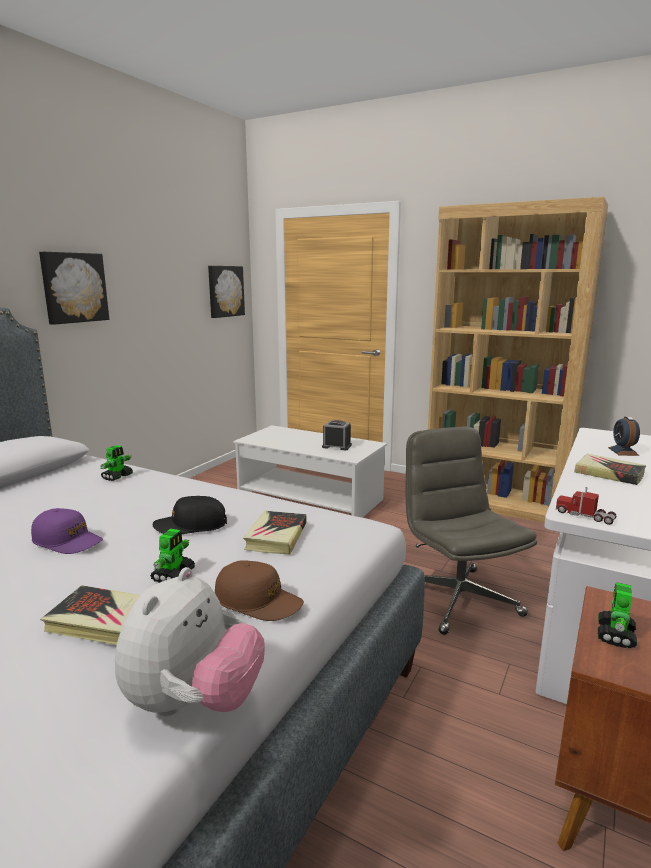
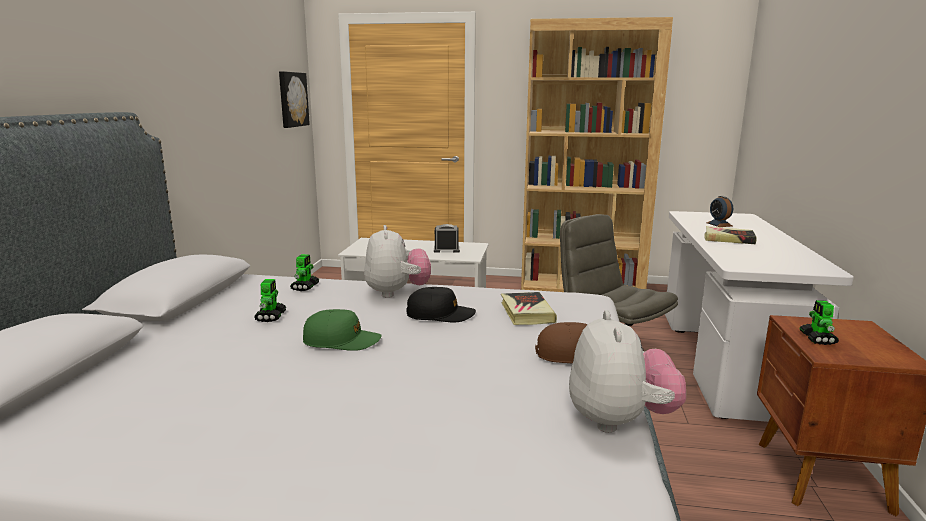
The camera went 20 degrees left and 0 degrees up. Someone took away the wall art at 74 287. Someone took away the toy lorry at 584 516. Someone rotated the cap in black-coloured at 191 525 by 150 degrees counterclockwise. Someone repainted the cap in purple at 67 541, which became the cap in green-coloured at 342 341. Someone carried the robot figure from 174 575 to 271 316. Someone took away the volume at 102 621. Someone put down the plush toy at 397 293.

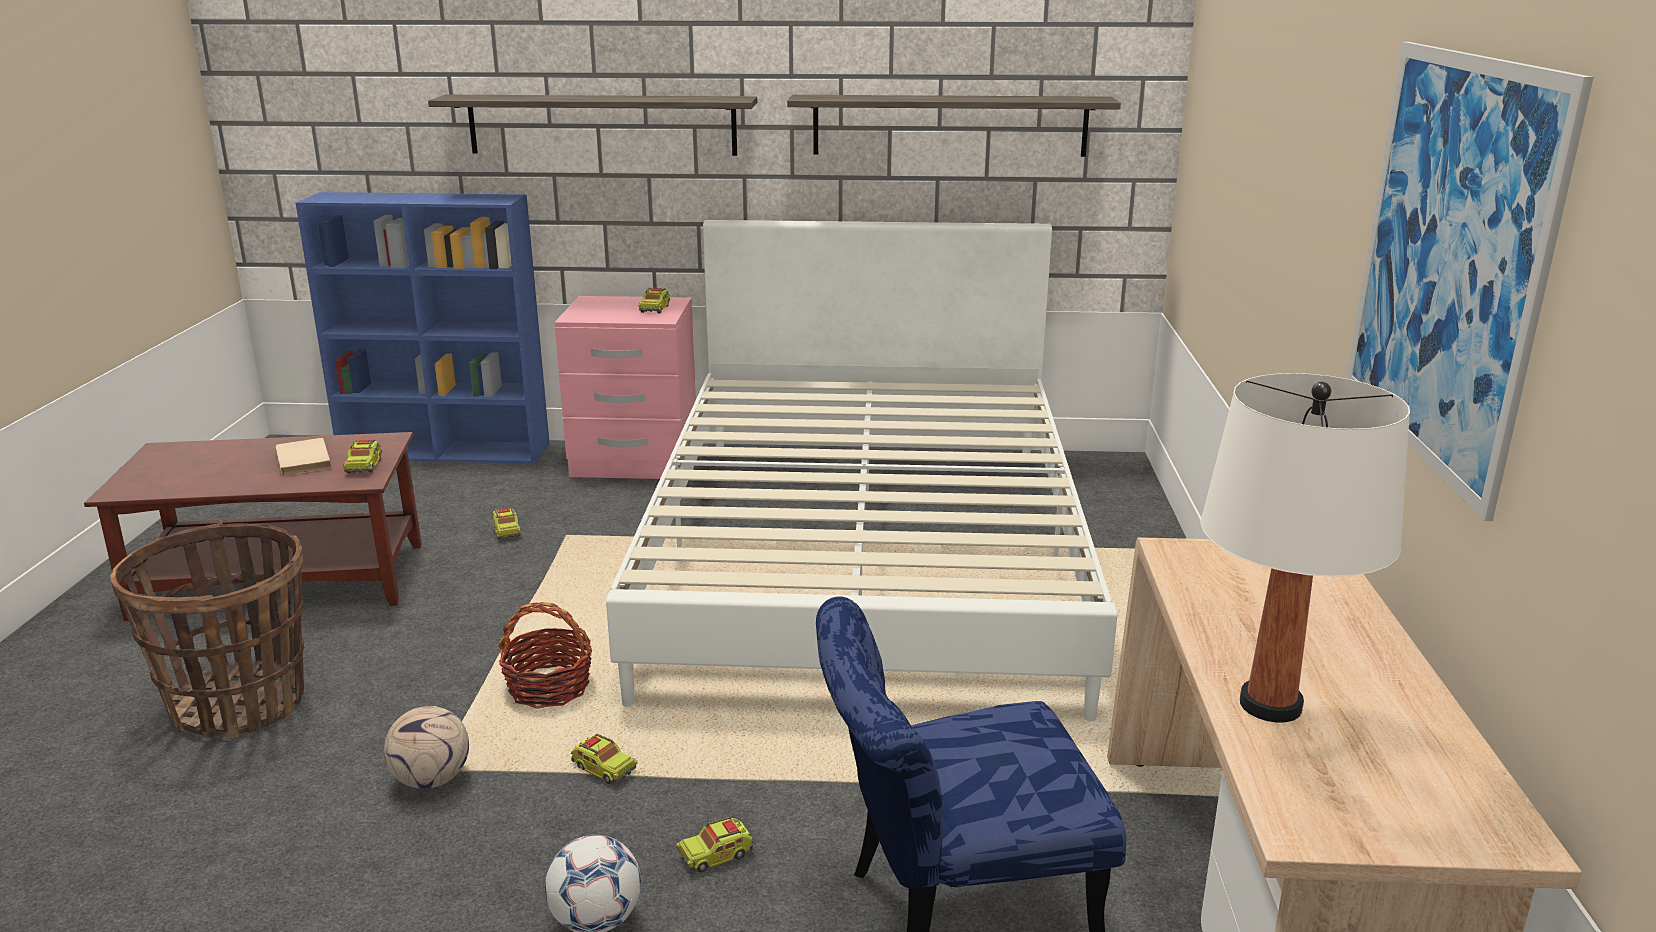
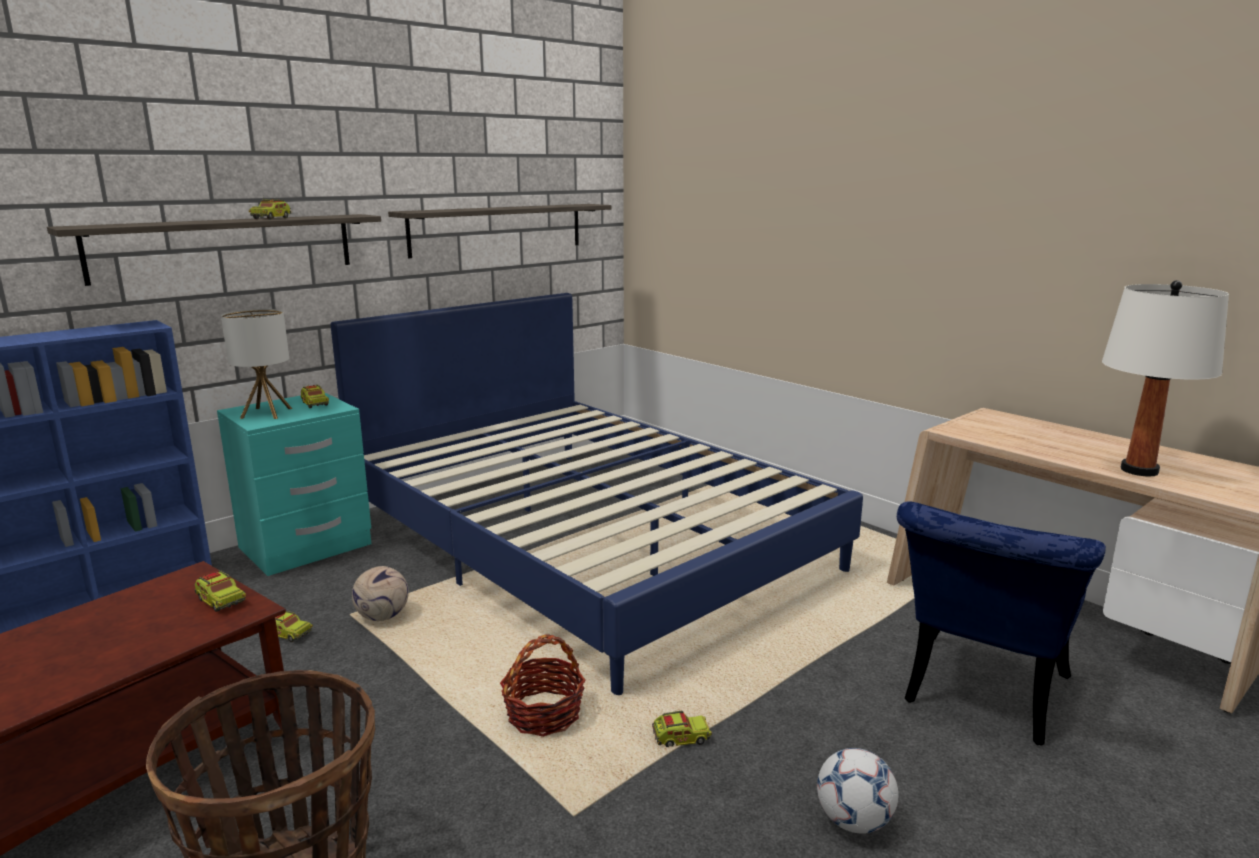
The camera went 45 degrees left and 5 degrees down. Someone took away the wall art at 1447 261. Someone repainted the bed in white-coloured at 868 555, which became the bed in bluish at 585 541. Someone repainted the nightstand in pink-coloured at 634 462, which became the nightstand in turquoise-coloured at 306 547. Someone took away the volume in sand-coloured at 301 460. Someone carried the ball for football from 430 780 to 381 617. Someone carried the toy lorry from 716 855 to 271 218. Someone put down the tabletop lamp at 266 413.

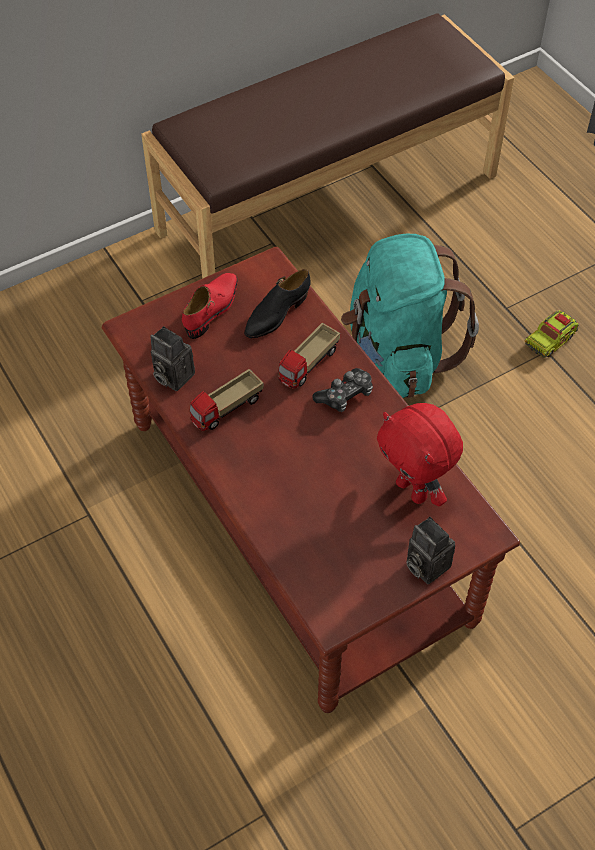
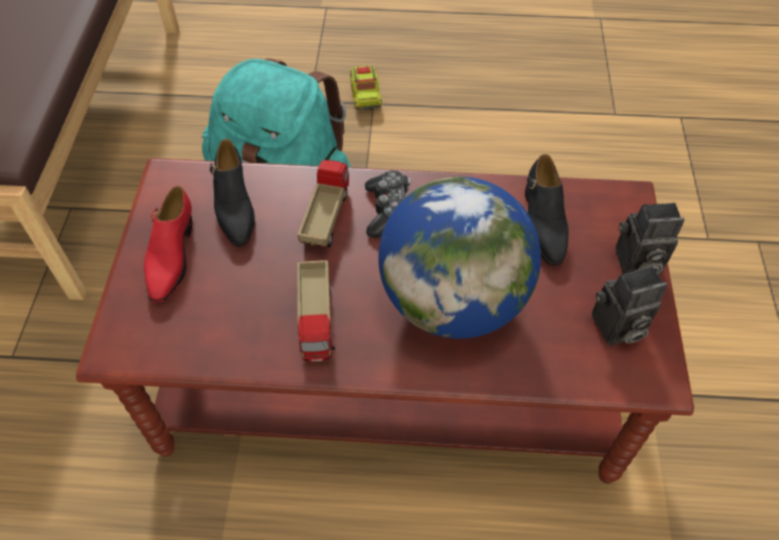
The camera went 55 degrees left and 0 degrees up. Someone rotated the shoe in red-coloured at 212 309 by 150 degrees counterclockwise. Someone rotated the toy lorry at 309 365 by 150 degrees counterclockwise. Someone carried the photo camera from 171 376 to 616 328. Someone swapped the plush toy in red-coloured at 413 490 for the shoe in black-coloured at 543 223. Someone put down the world globe at 453 301.

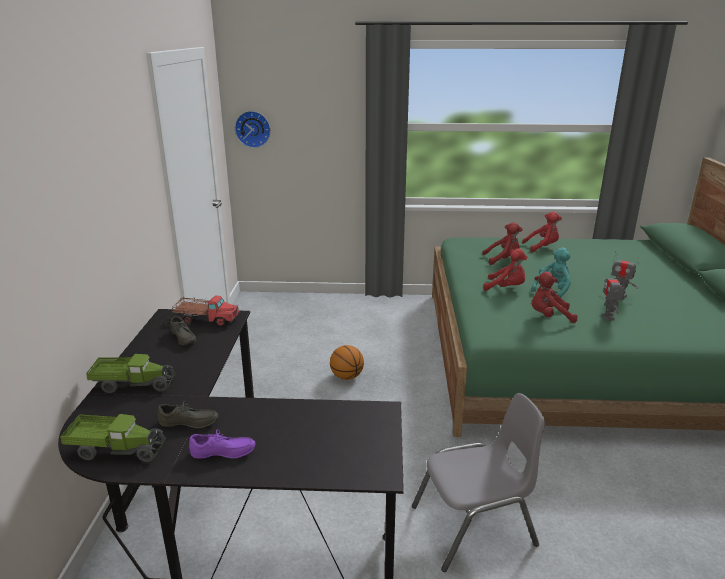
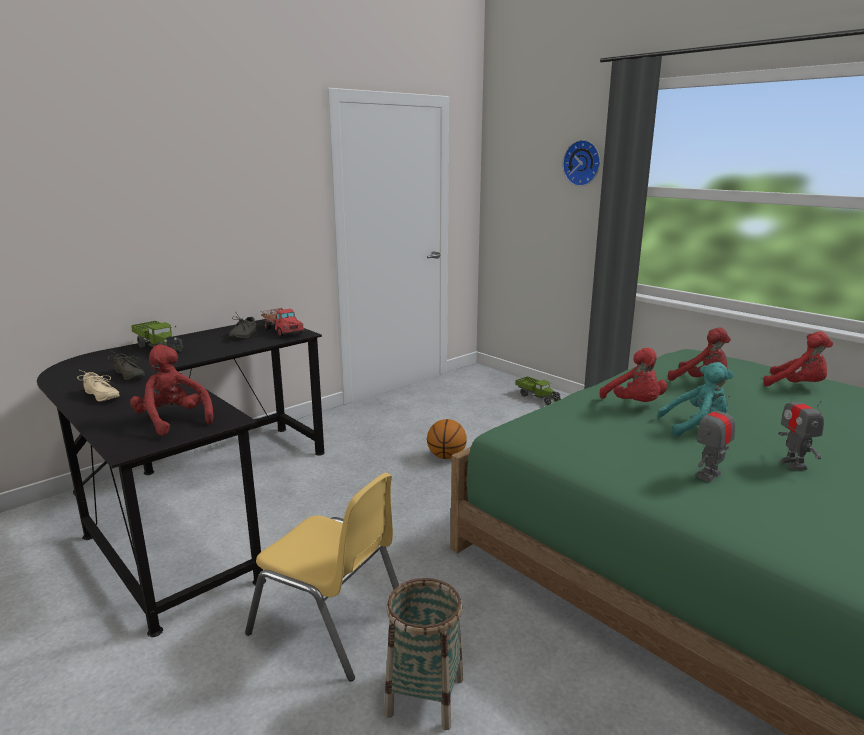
The camera went 45 degrees right and 5 degrees down. Someone carried the wall clock from 253 129 to 583 163. Someone carried the plush toy in red-coloured from 549 317 to 173 421. Someone repainted the chair in grey at 474 527, which became the chair in yellow-coloured at 330 625. Someone carried the toy lorry from 117 449 to 537 397. Someone repainted the shoe in purple at 223 454, which became the shoe in sand-coloured at 100 396. Someone put down the basket at 424 696.

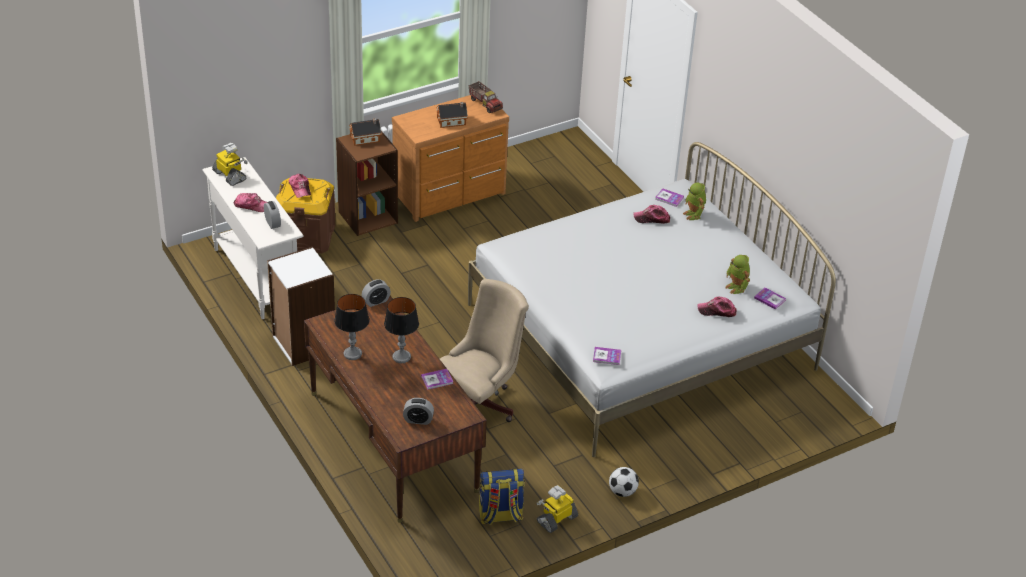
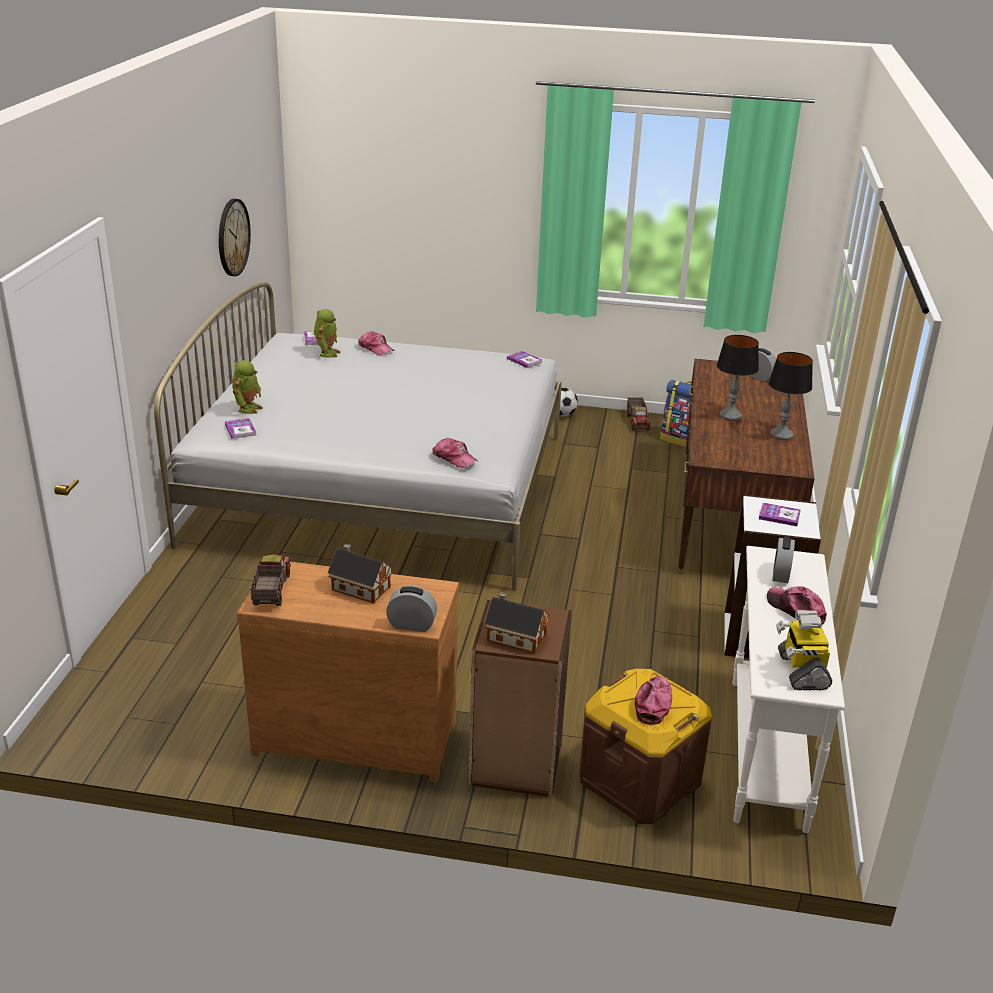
The camera went 140 degrees left and 10 degrees down. Someone carried the cap from 652 218 to 454 458. Someone carried the bedside clock from 376 301 to 411 625. Someone took away the desk chair in sand-coloured at 479 403. Someone carried the volume from 437 380 to 779 515. Someone swapped the robot figure at 556 519 for the toy lorry at 637 422. Someone put up the wall clock at 233 237.

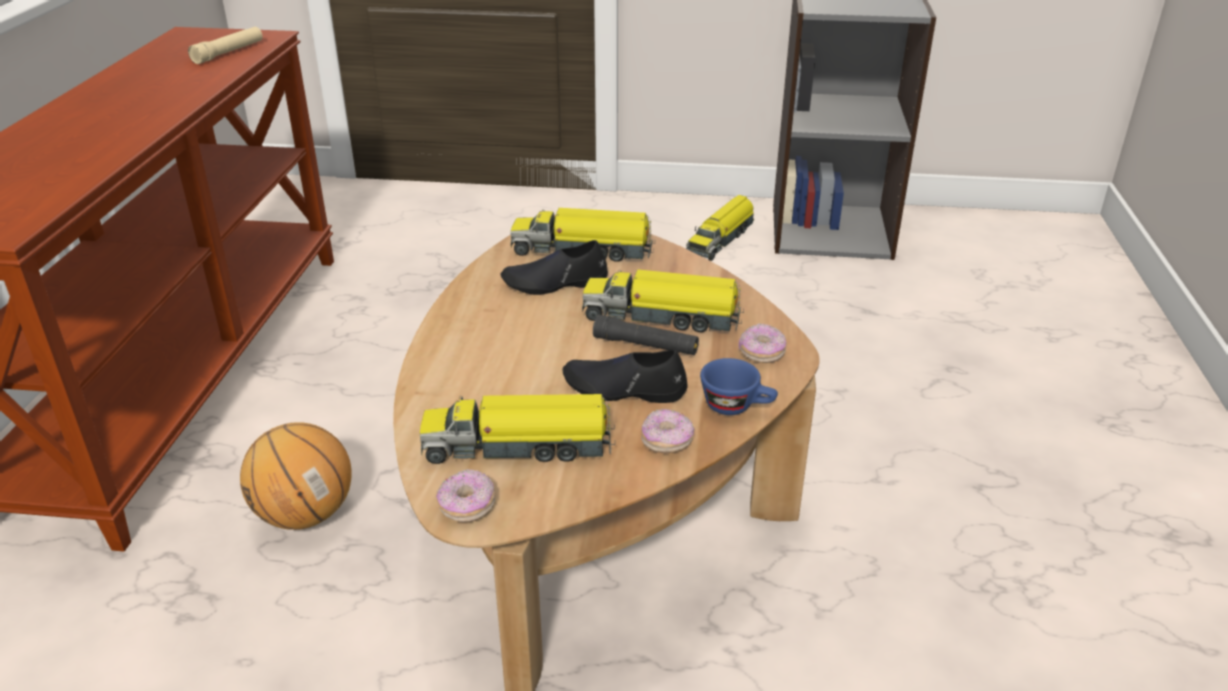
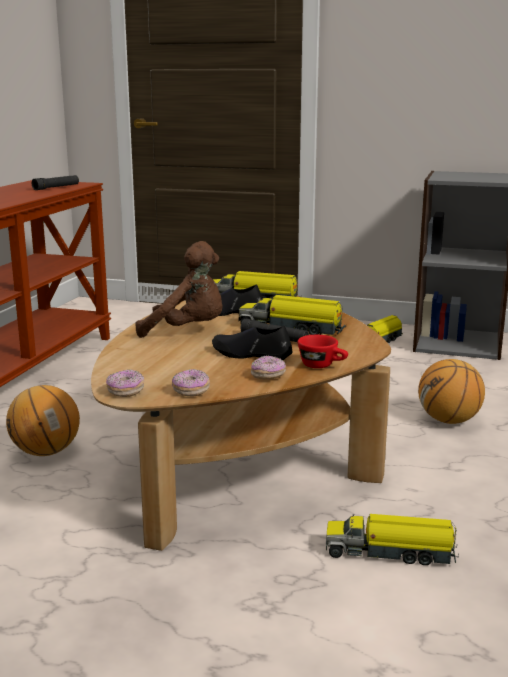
The camera went 10 degrees right and 15 degrees down. Someone repainted the flashlight in sand-coloured at 229 53, which became the flashlight in black-coloured at 56 187. Someone carried the donut from 761 353 to 191 391. Someone repainted the cup in bluish at 737 406, which became the cup in red-coloured at 322 365. Someone carried the toy lorry from 519 446 to 390 553. Someone put down the plush toy in brown at 188 331. Someone put down the basketball at 449 421.

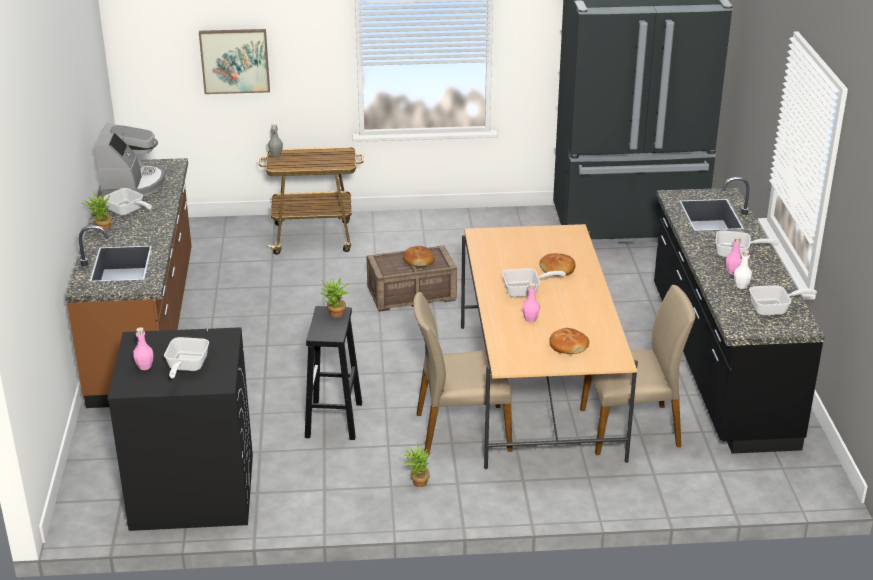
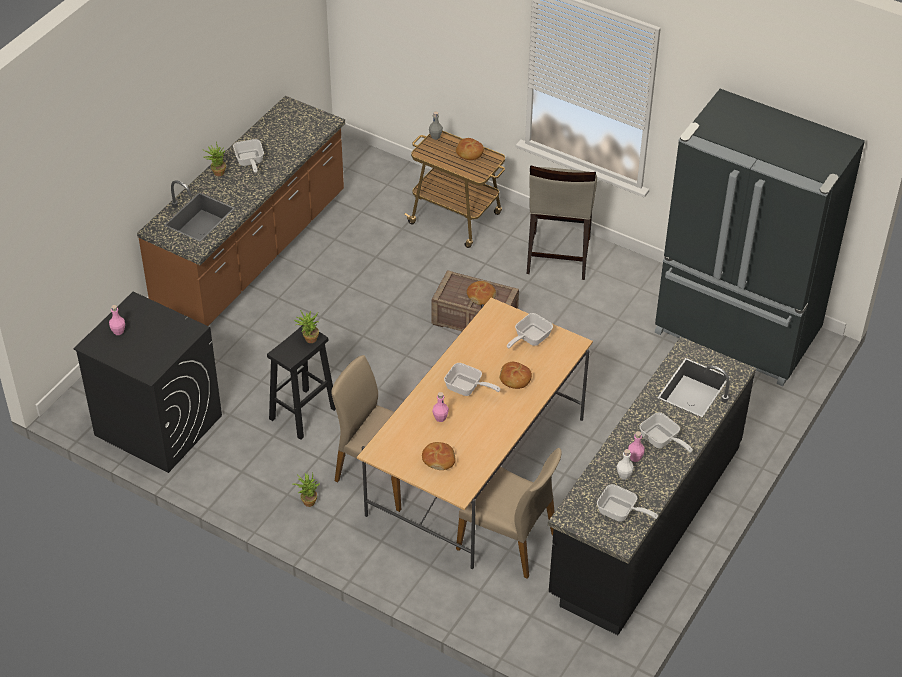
The camera went 35 degrees right and 15 degrees up. Someone took away the wall art at 235 61. Someone took away the coffee brewer at 132 184. Someone carried the pan from 186 367 to 529 339. Someone put down the bread at 469 153. Someone put down the stool seat in sand-coloured at 557 256.

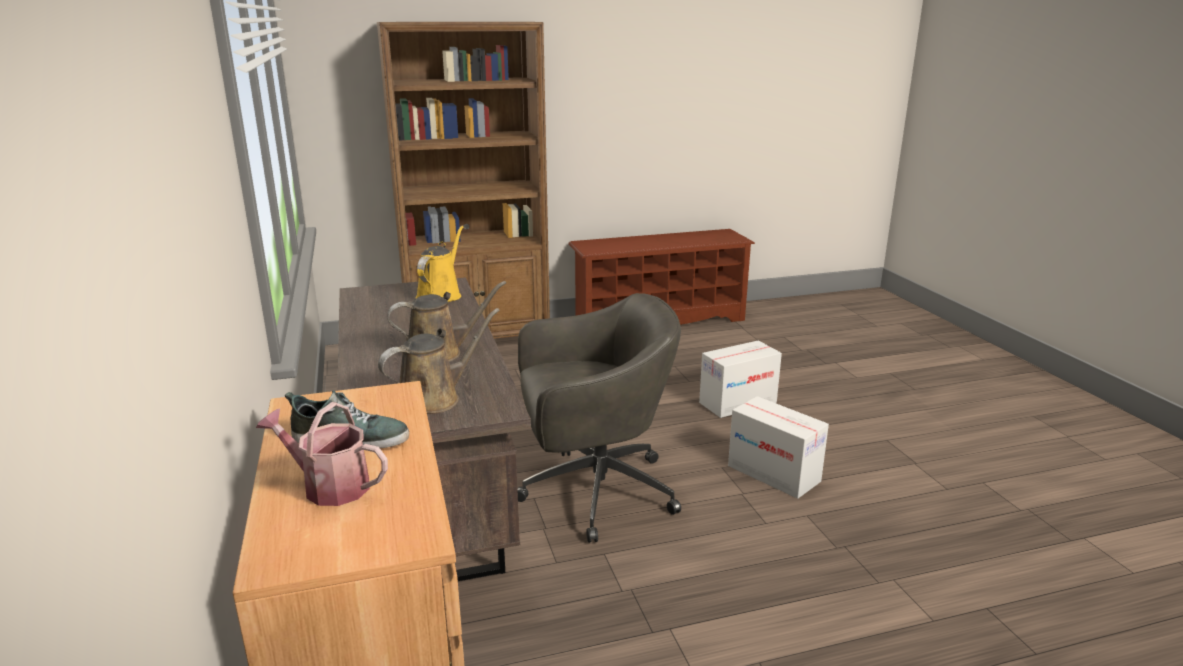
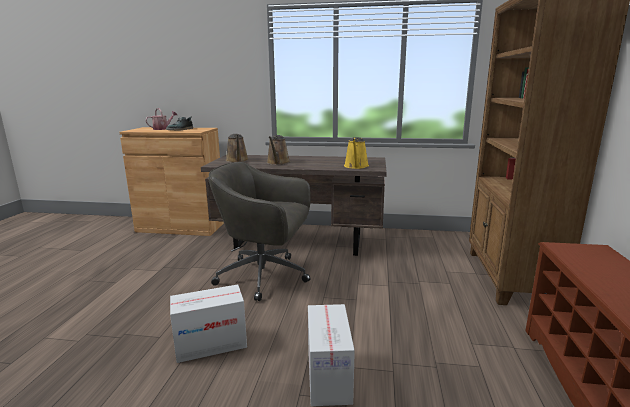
The camera went 115 degrees right and 5 degrees down. Someone rotated the watering pot in yellow-coloured at 441 295 by 60 degrees clockwise. Someone rotated the desk chair in grey at 593 492 by 90 degrees clockwise.

